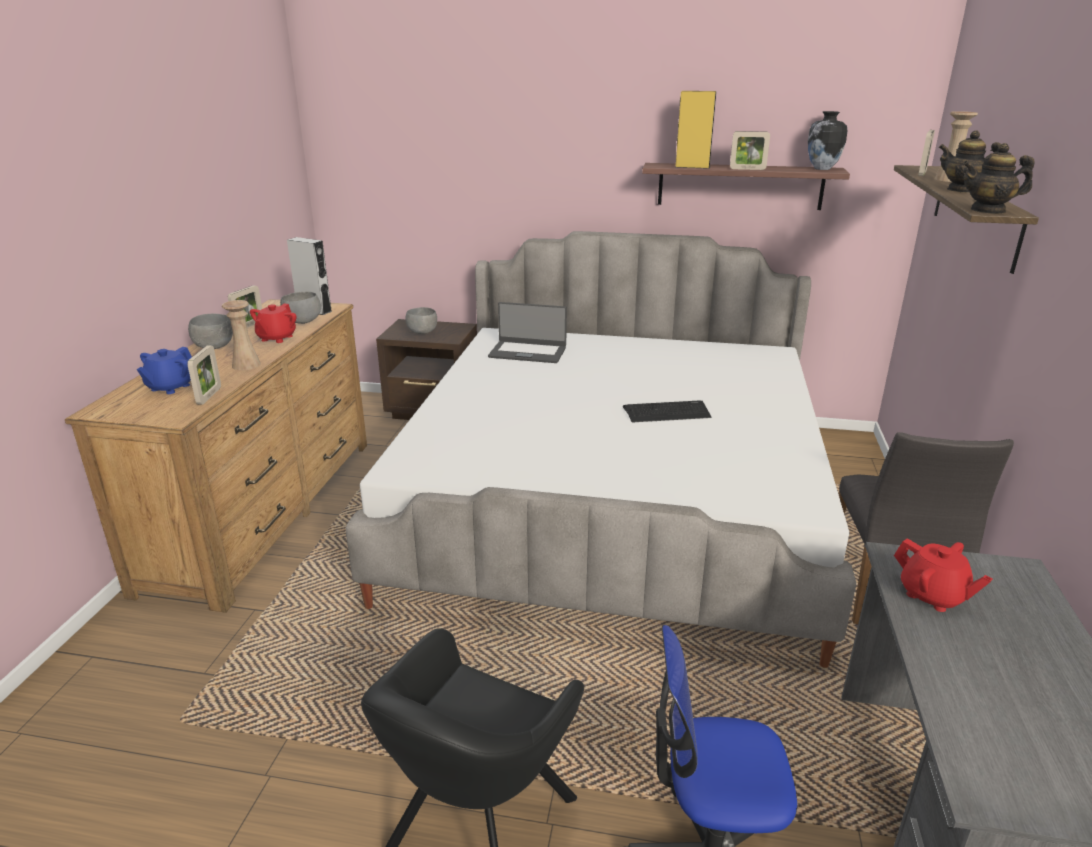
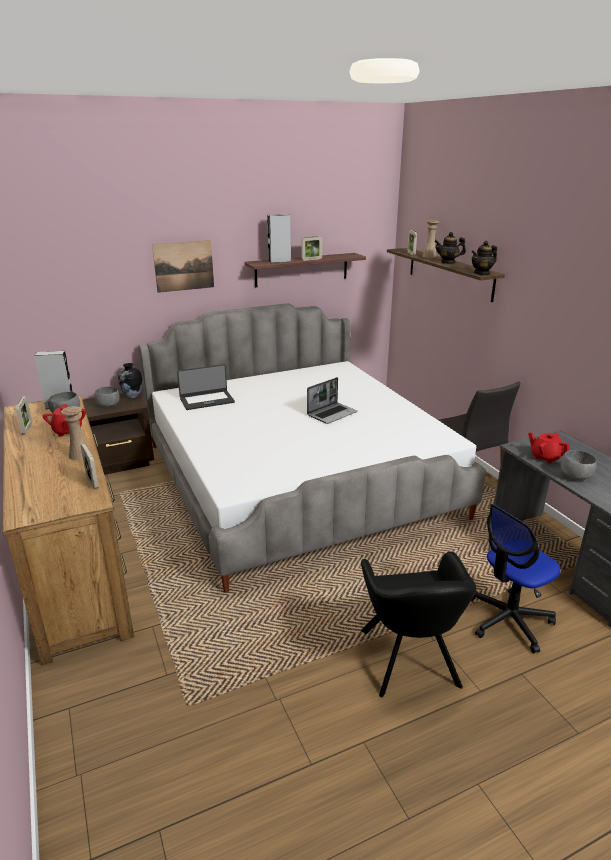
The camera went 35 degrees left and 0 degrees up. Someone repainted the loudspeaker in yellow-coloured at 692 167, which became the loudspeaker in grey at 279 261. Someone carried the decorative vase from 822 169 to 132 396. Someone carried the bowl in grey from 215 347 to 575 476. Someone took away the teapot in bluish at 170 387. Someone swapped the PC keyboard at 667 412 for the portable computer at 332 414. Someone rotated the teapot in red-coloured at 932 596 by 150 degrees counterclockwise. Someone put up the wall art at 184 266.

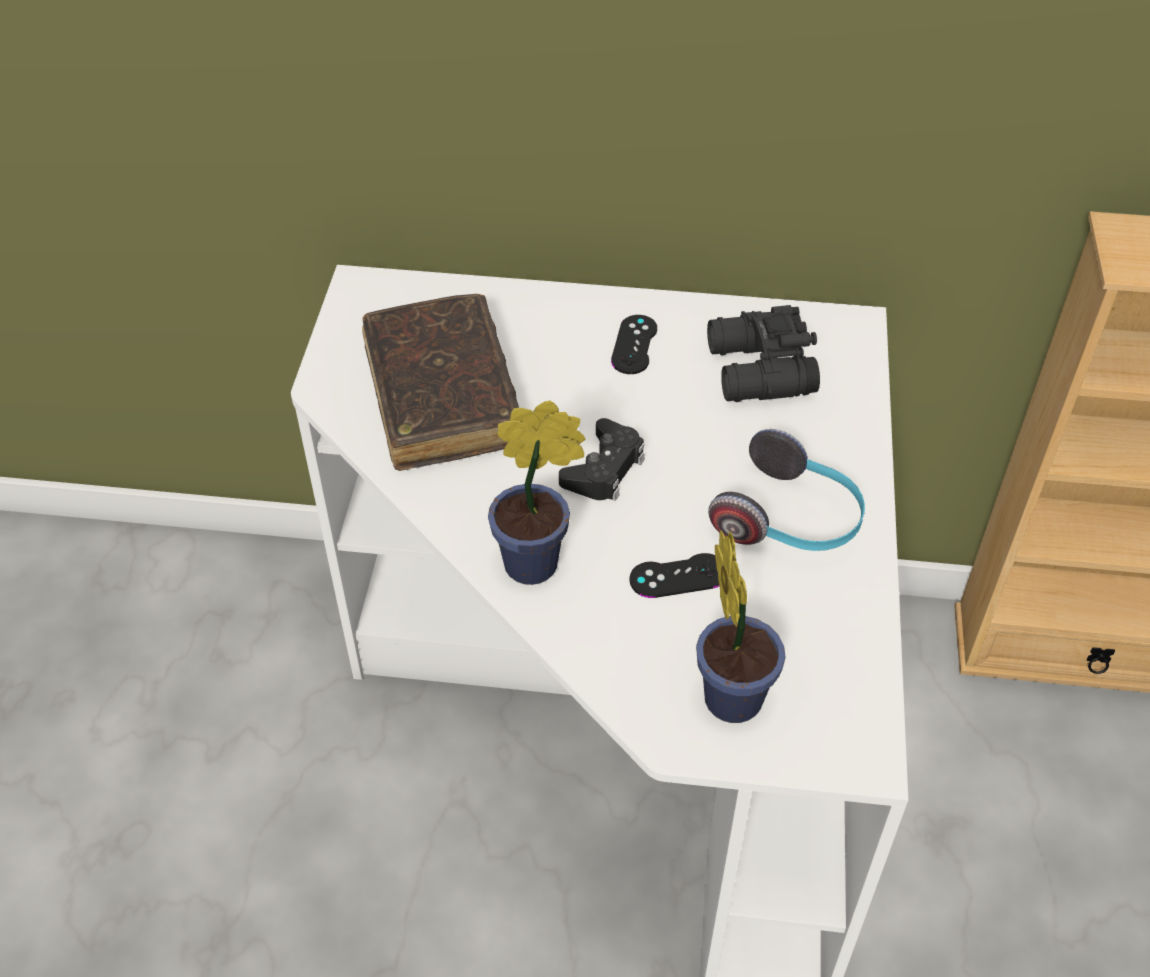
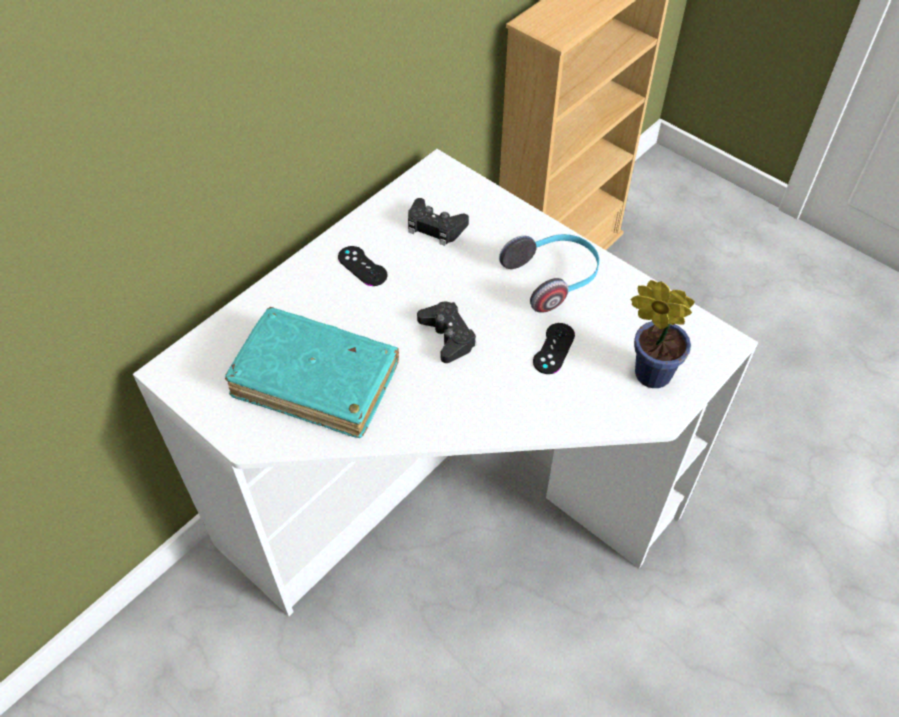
The camera went 55 degrees left and 5 degrees up. Someone repainted the volume in brown at 442 396, which became the volume in turquoise-coloured at 316 381. Someone swapped the pair of binoculars in black-coloured at 757 371 for the game controller in black-coloured at 435 227. Someone took away the houseplant at 538 564.

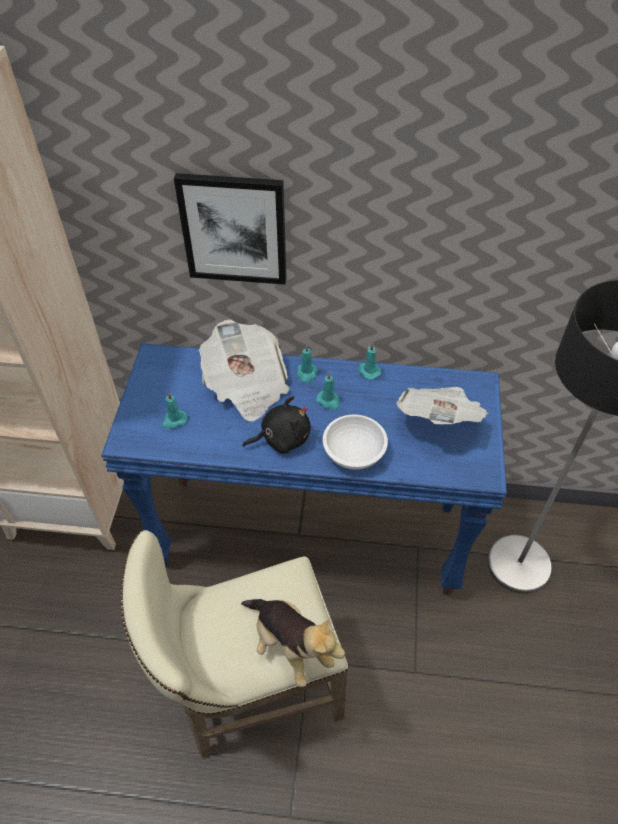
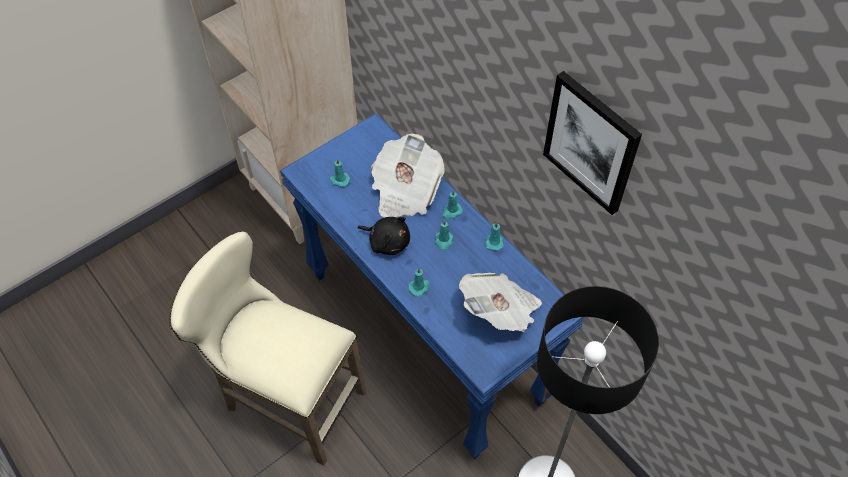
The camera went 45 degrees right and 5 degrees up. Someone carried the wall art from 234 229 to 591 143. Someone swapped the bowl in white-coloured at 354 452 for the wax light in turquoise-coloured at 420 287. Someone took away the plush toy at 289 646.

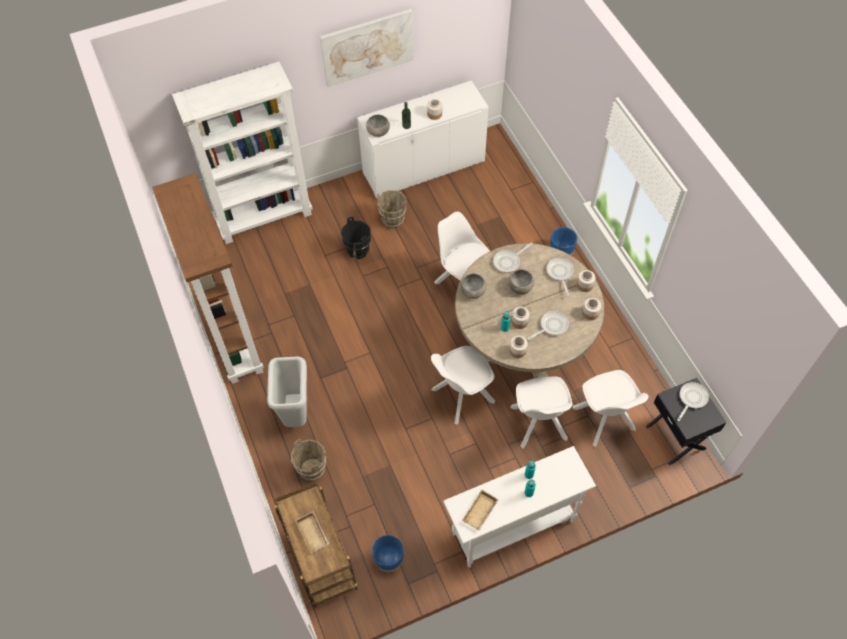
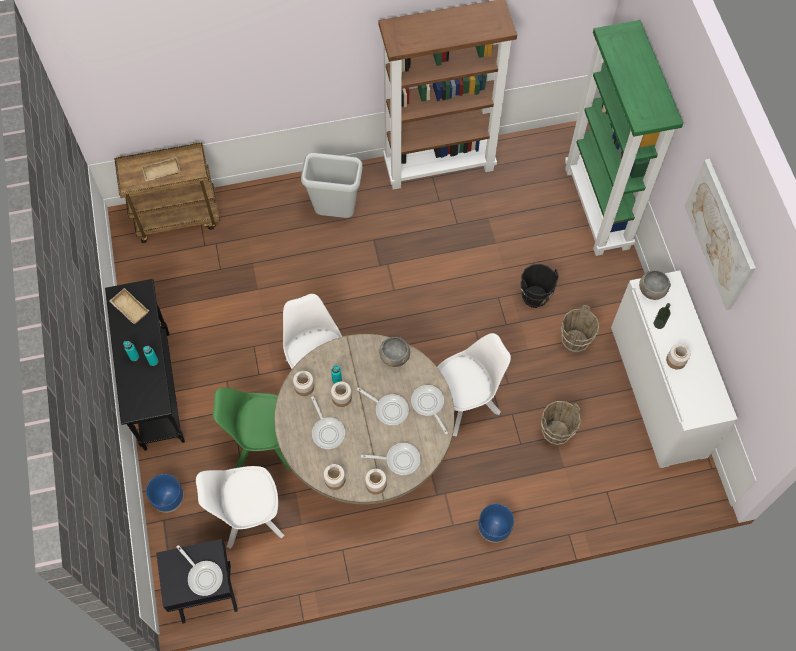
The camera went 100 degrees right and 5 degrees up. Someone repainted the shelving unit in white-coloured at 265 217, which became the shelving unit in green-coloured at 598 208. Someone swapped the bowl in grey at 520 287 for the pan at 389 409. Someone repainted the chair in white-coloured at 539 424, which became the chair in green-coloured at 263 443. Someone carried the water bucket in brown from 312 469 to 556 433. Someone repainted the narrow table in white-coloured at 512 527, which became the narrow table in black-coloured at 157 389. Someone carried the planter in bluish from 388 560 to 169 500.

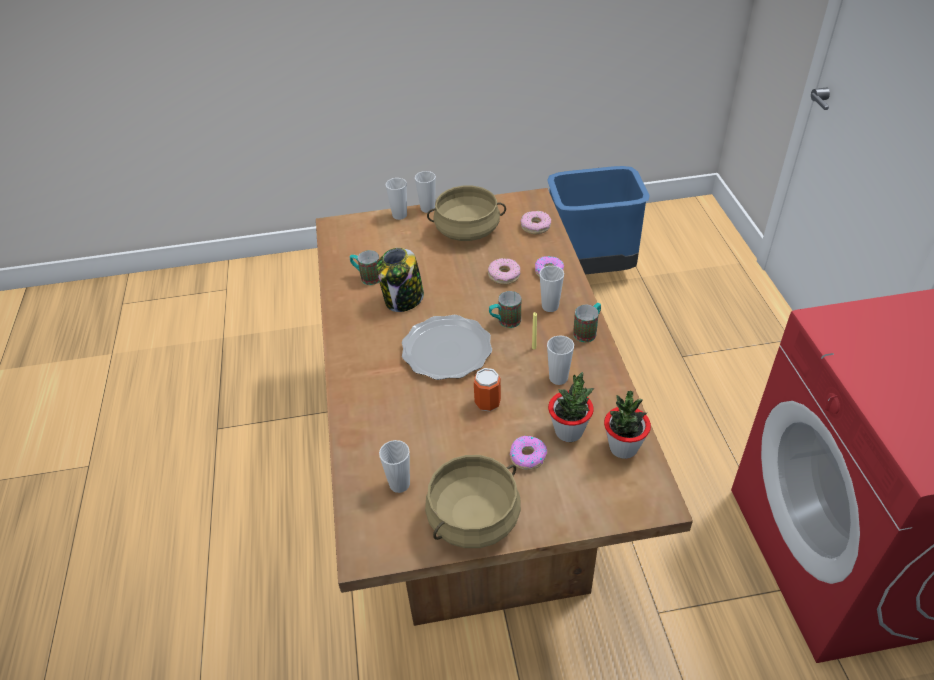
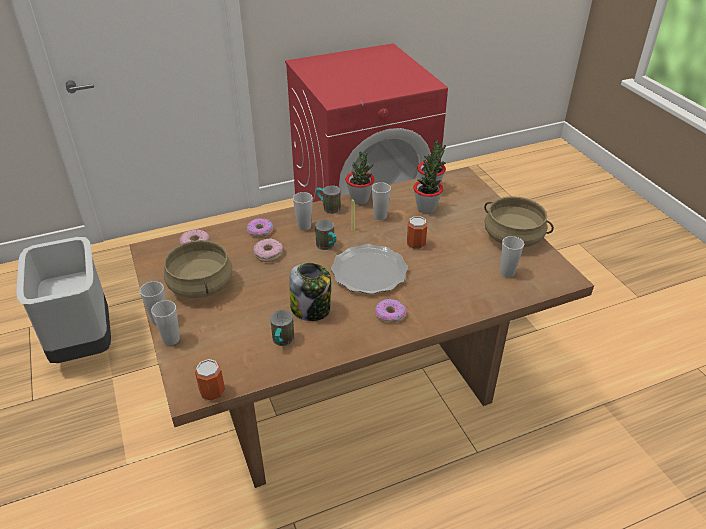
The camera went 105 degrees left and 5 degrees down. Someone repainted the trash can in bluish at 590 269, which became the trash can in grey at 82 343. Someone carried the donut from 527 456 to 390 314. Someone put down the houseplant at 359 199. Someone put down the can at 212 392.

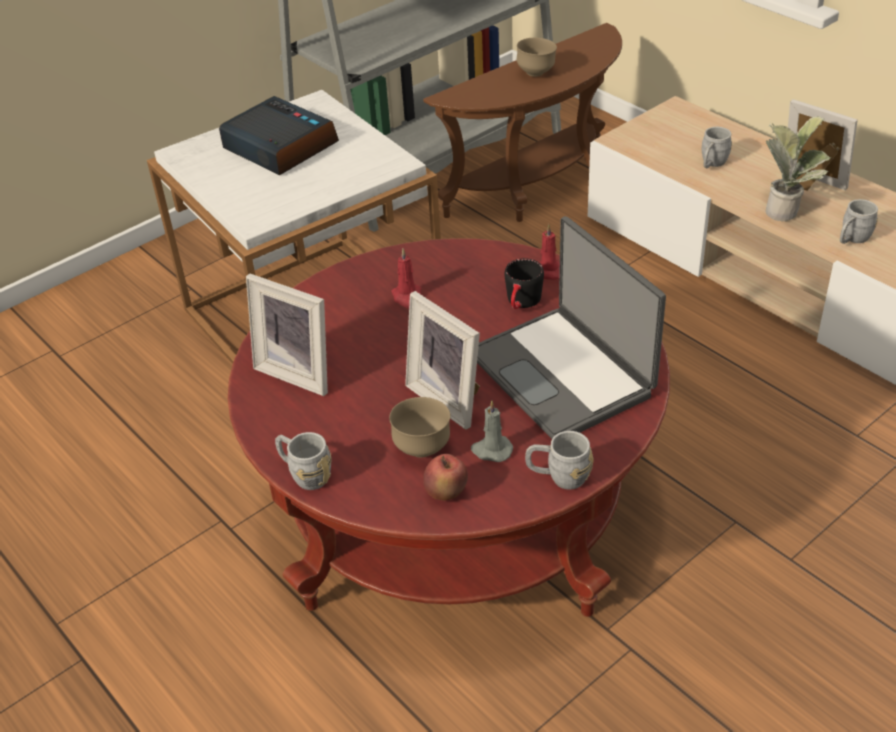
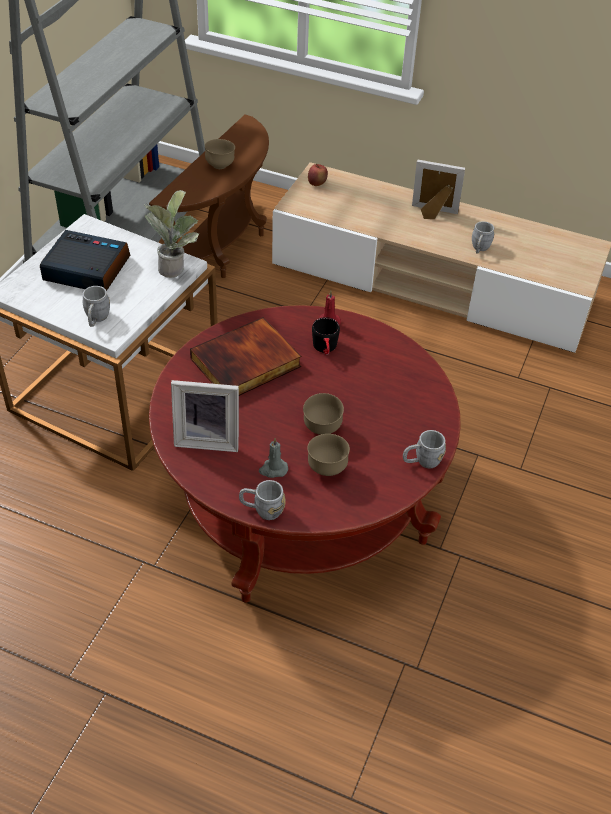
The camera went 30 degrees left and 5 degrees up. Someone carried the houseplant from 787 210 to 175 266. Someone carried the tea mug in grey from 712 164 to 96 319. Someone took away the portable computer at 563 374. Someone swapped the wax light in red-coloured at 407 297 for the volume at 246 364. Someone swapped the standing frame at 450 398 for the bowl in brown at 322 429. Someone carried the wax light in grey from 491 450 to 273 469. Someone carried the apple from 446 493 to 317 184.

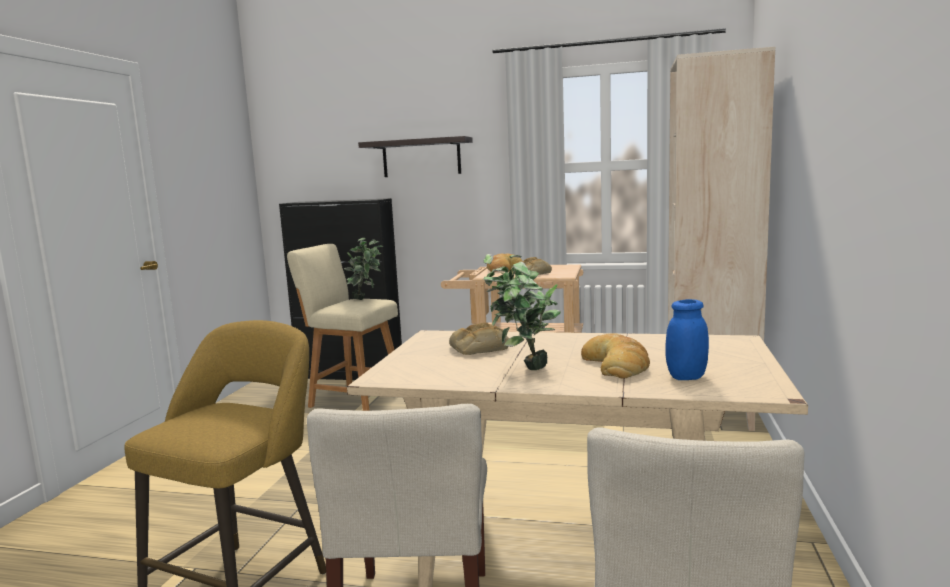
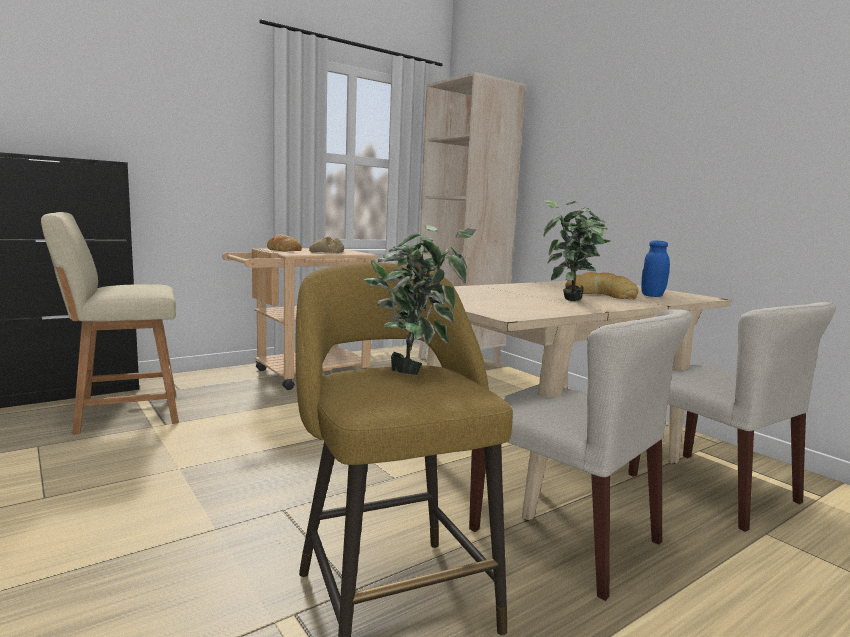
The camera went 50 degrees left and 0 degrees up. Someone took away the wall shelf at 421 158. Someone carried the houseplant from 366 299 to 415 371. Someone took away the bread at 479 348.

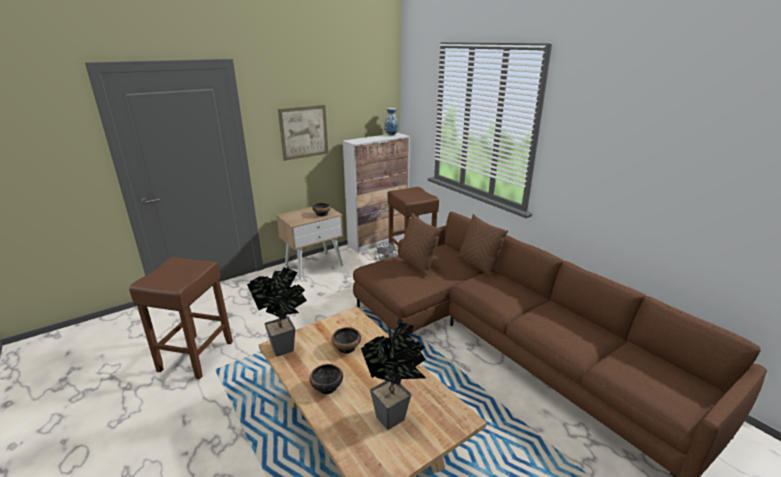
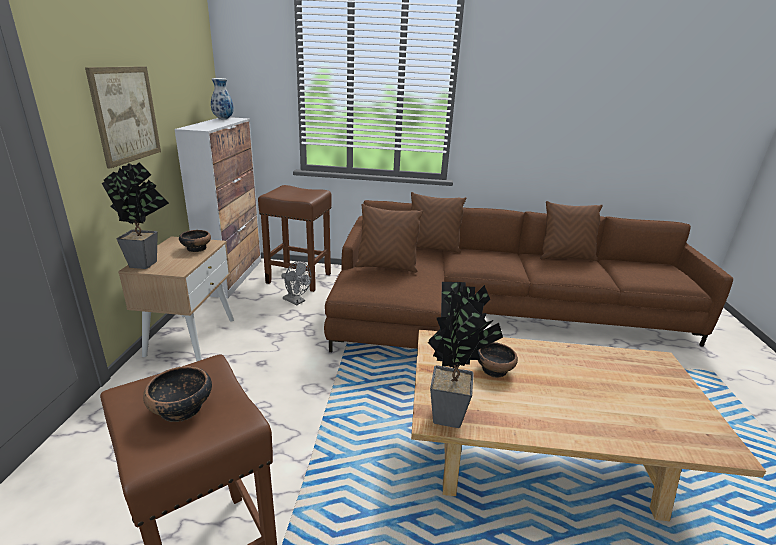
The camera went 50 degrees left and 0 degrees up. Someone carried the houseplant from 395 417 to 147 262. Someone carried the bowl from 327 387 to 181 409. Someone put down the throw pillow in brown at 565 257.

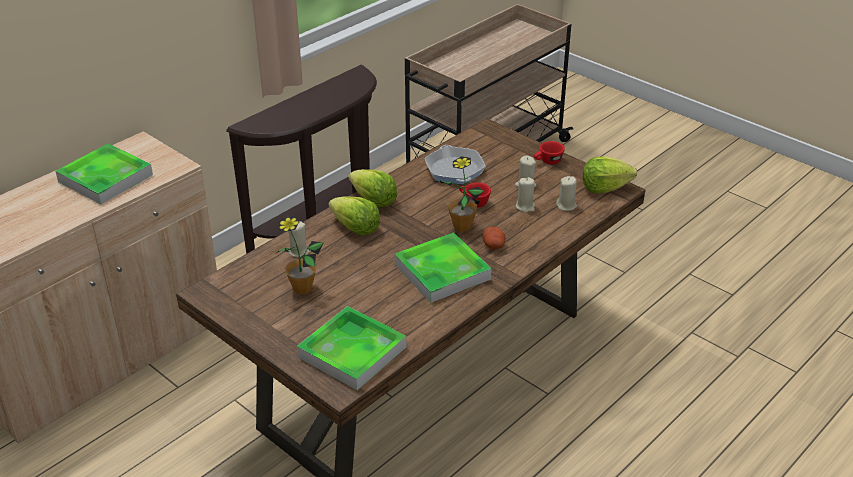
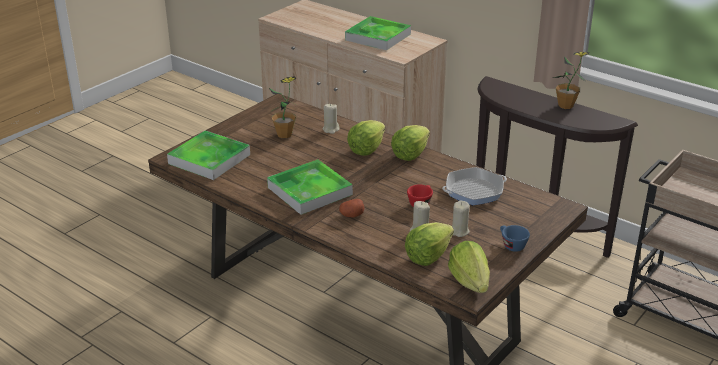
The camera went 85 degrees right and 5 degrees down. Someone repainted the cup in red-coloured at 548 162, which became the cup in bluish at 511 245. Someone carried the houseplant from 462 226 to 565 106. Someone swapped the wax light in sand-coloured at 566 205 for the lettuce head at 428 256.

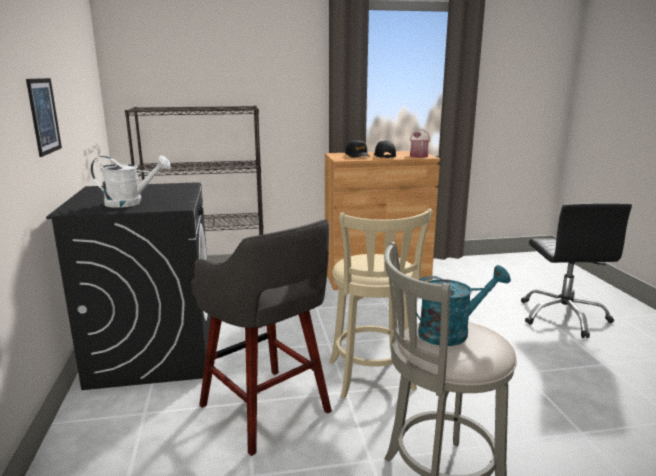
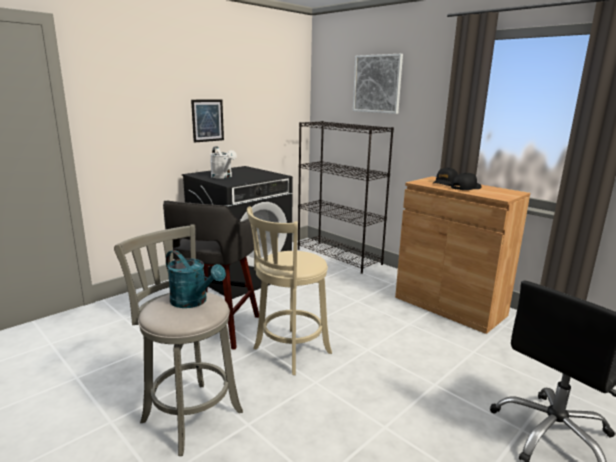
The camera went 55 degrees right and 0 degrees up. Someone took away the watering pot at 418 155. Someone put up the wall art at 377 84.

